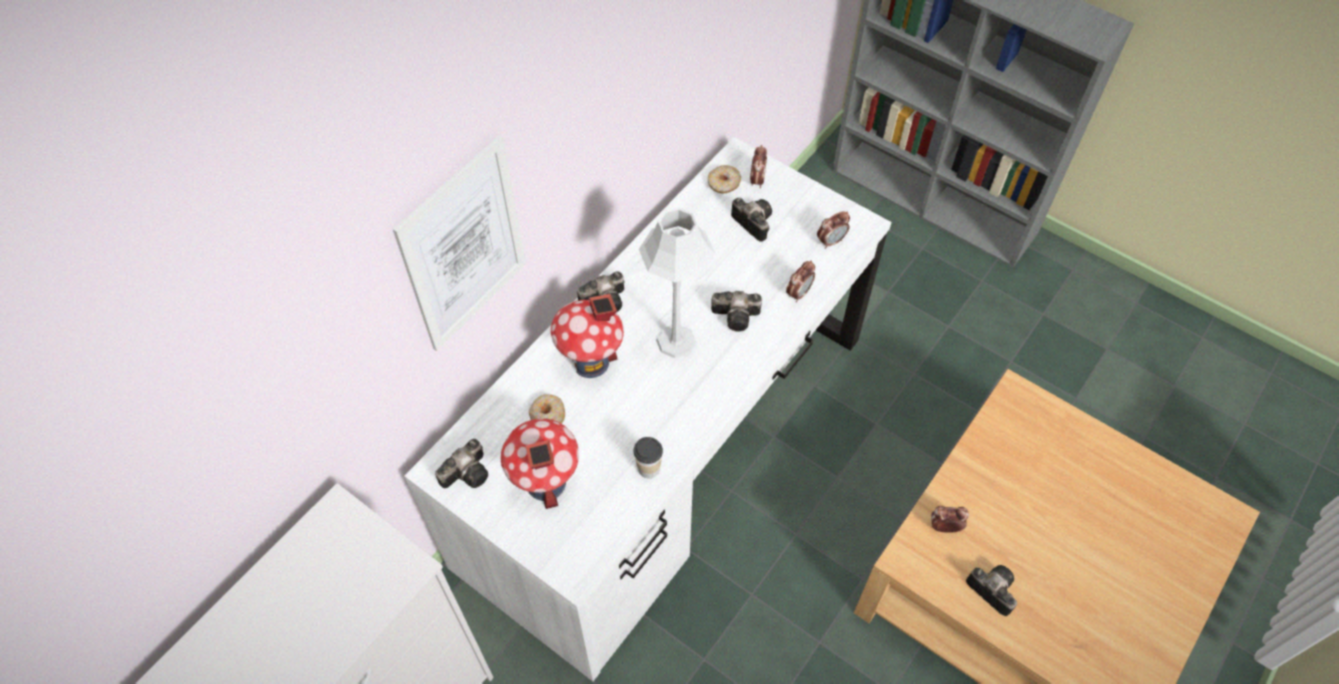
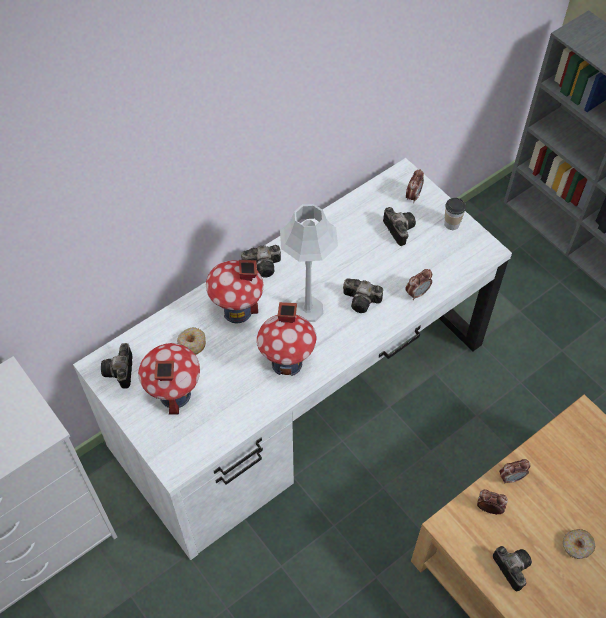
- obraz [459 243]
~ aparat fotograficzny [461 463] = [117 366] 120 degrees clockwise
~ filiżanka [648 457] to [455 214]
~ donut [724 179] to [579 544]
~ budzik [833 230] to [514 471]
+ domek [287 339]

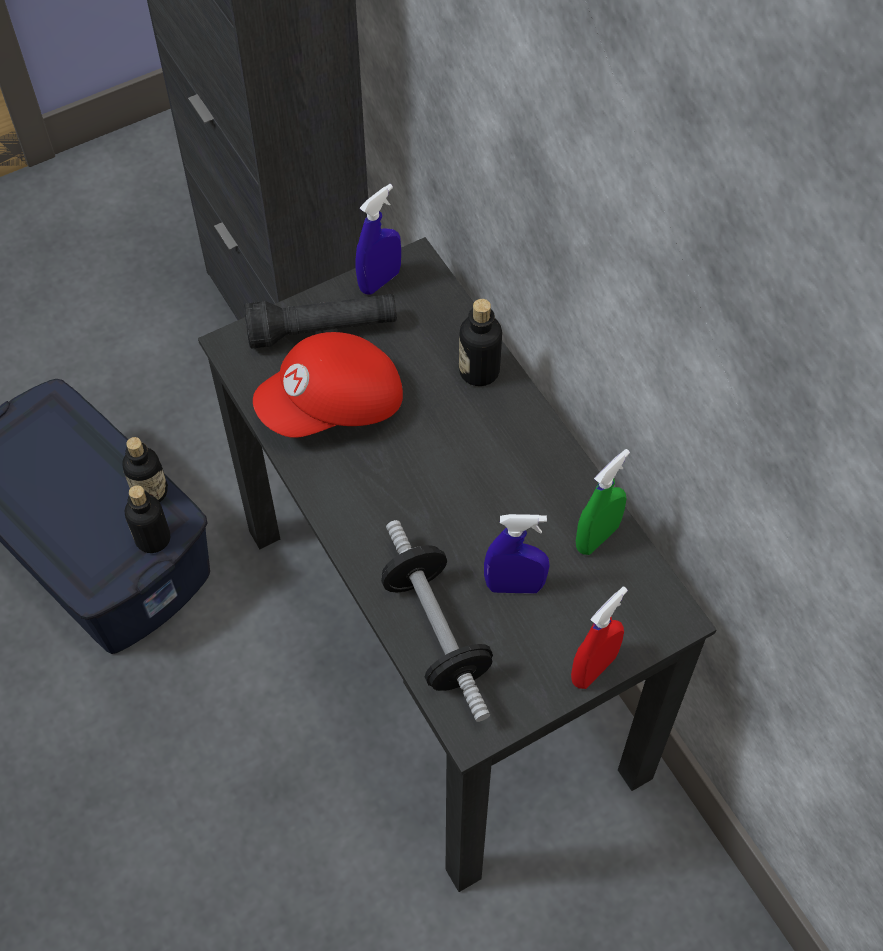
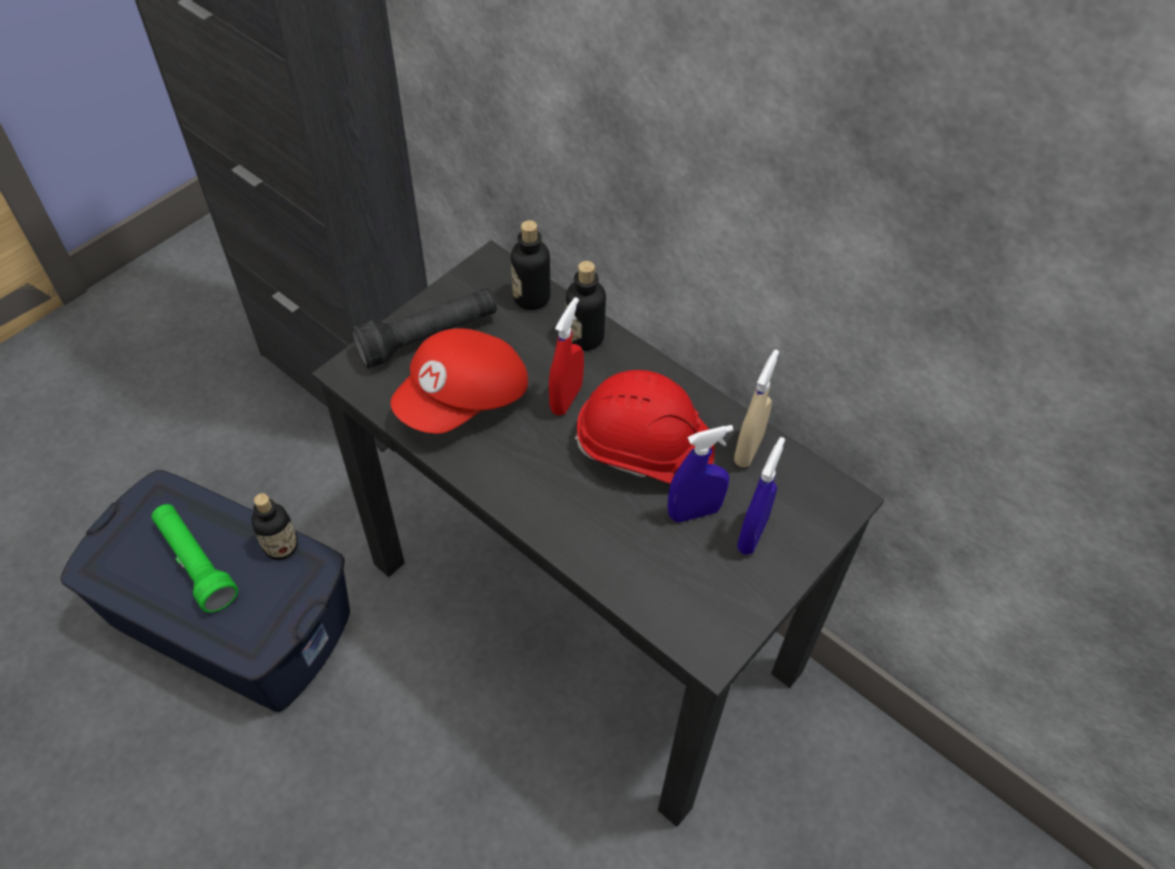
~ butelka [147 519] to [530 265]
~ spryskiwacz [niebieski] [378 239] to [761 496]
- hantel [437 621]
~ spryskiwacz [czerwony] [599 638] to [566 356]
~ spryskiwacz [zielony] [603 502] to spryskiwacz [beżowy] [756 408]
+ latarka [zielony] [194 558]
+ kask [czerwony] [645 427]

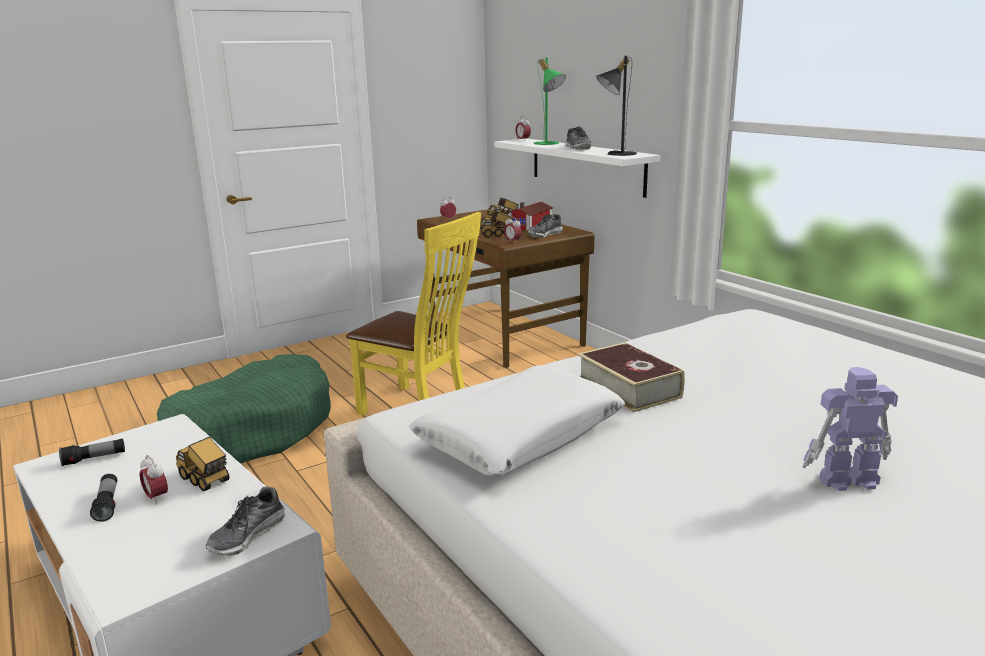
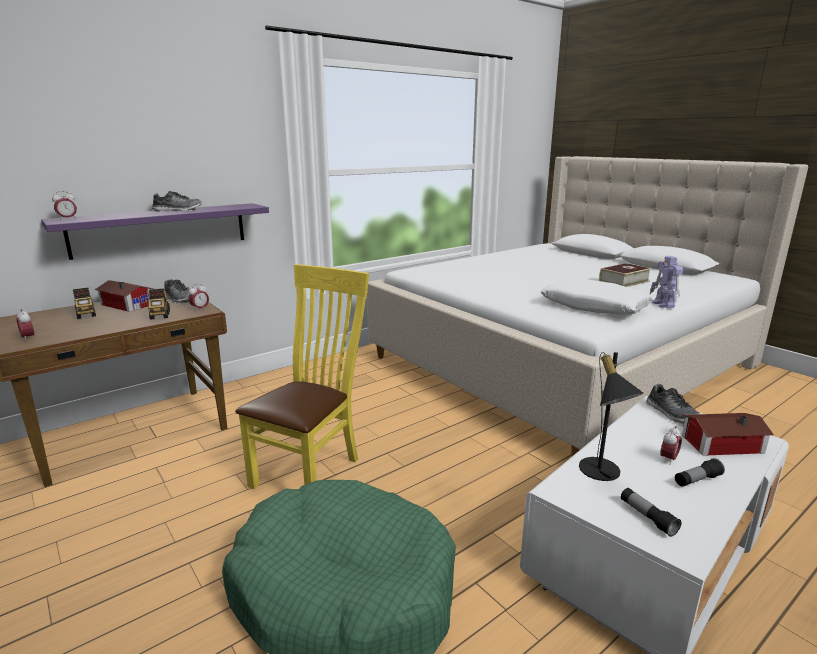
- ciężarówka zabawkowa [202 464]
~ but [245 521] = [673 404] 45 degrees clockwise
~ półka [biały] [577 168] to półka [fioletowy] [155 231]
- lampa stołowa [zielony] [550 101]
~ książka [631 377] to [625 275]
~ lampa stołowa [czarny] [616 106] to [611 416]
~ robot zabawkowy [850 429] to [666 282]
+ domek [728 434]

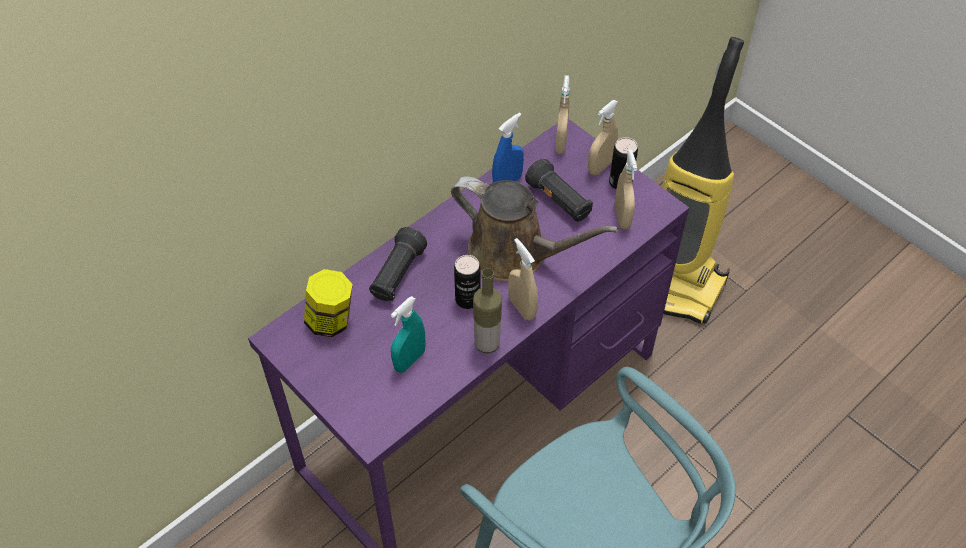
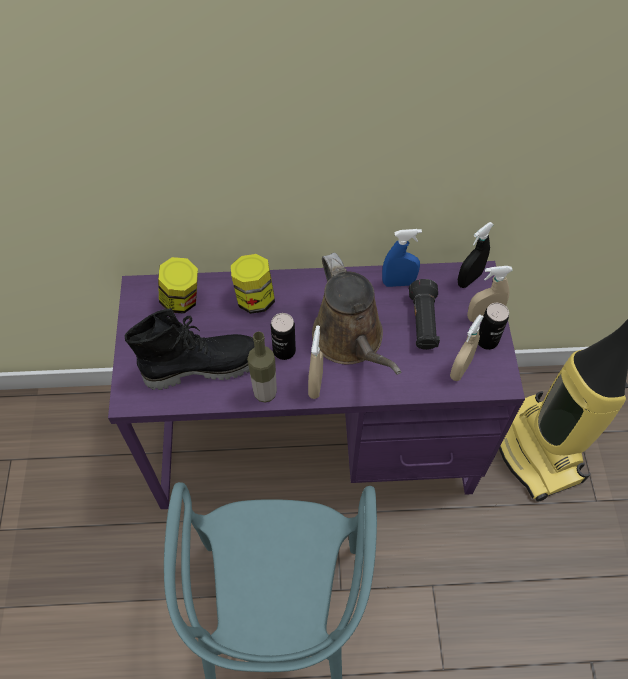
~ latarka [czarny] [398 264] to słoik [253 284]
~ spryskiwacz [turkusowy] [408 334] to but z cholewką [czarny] [189 349]
~ spryskiwacz [beżowy] [562 114] to spryskiwacz [czarny] [476 255]

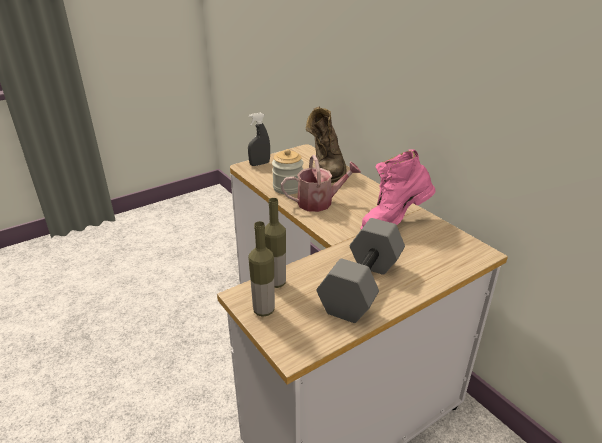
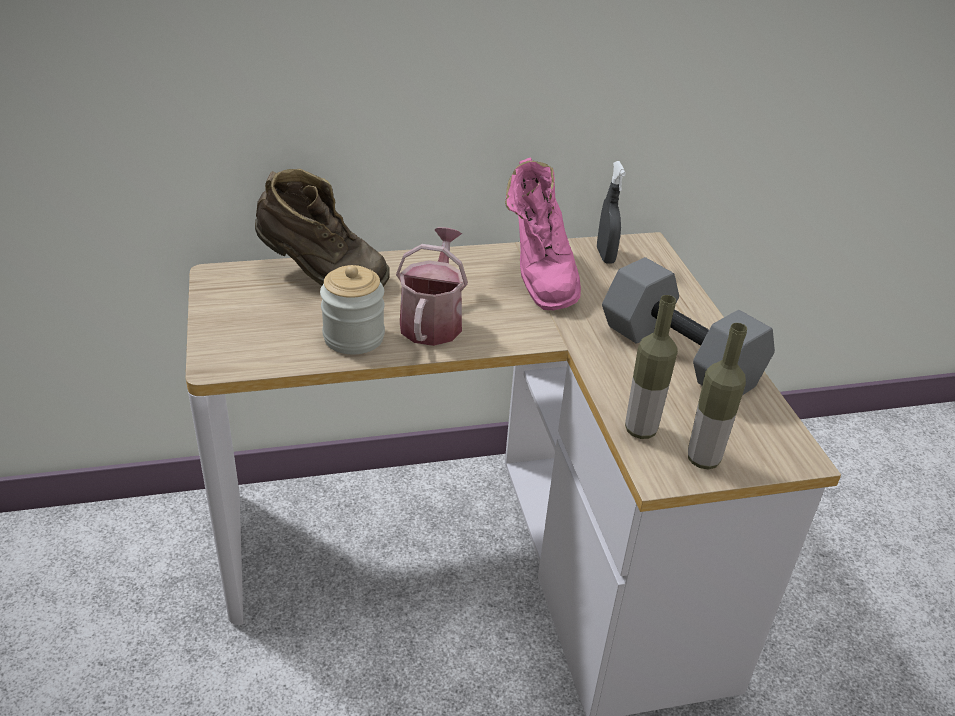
~ spryskiwacz [szary] [259 139] to [611 212]

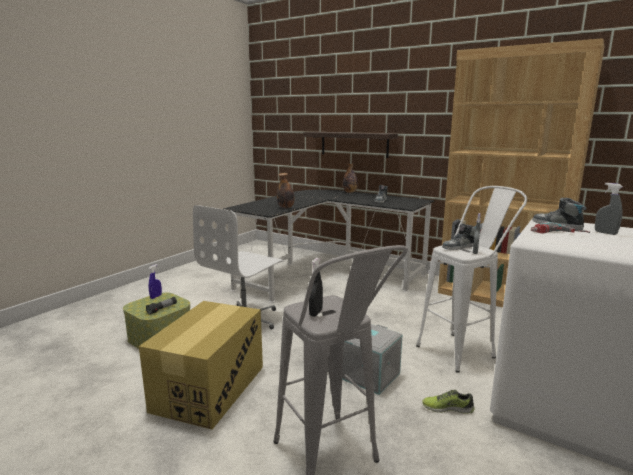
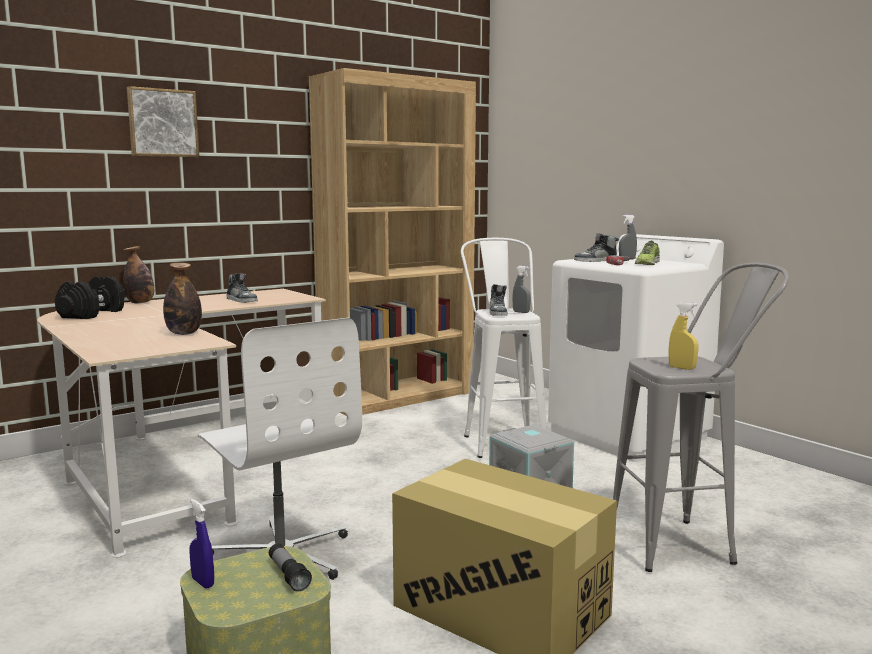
~ biurko [czarny] [329 246] to biurko [beżowy] [182 423]
- półka [350 145]
~ spryskiwacz [czarny] [316 287] to spryskiwacz [żółty] [683 336]
~ but [448 402] to [647 252]
+ hantel [czarny] [89 297]
+ obraz [163 121]

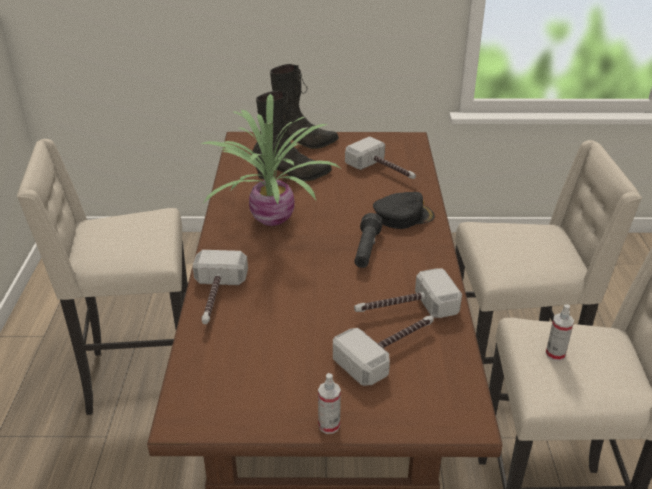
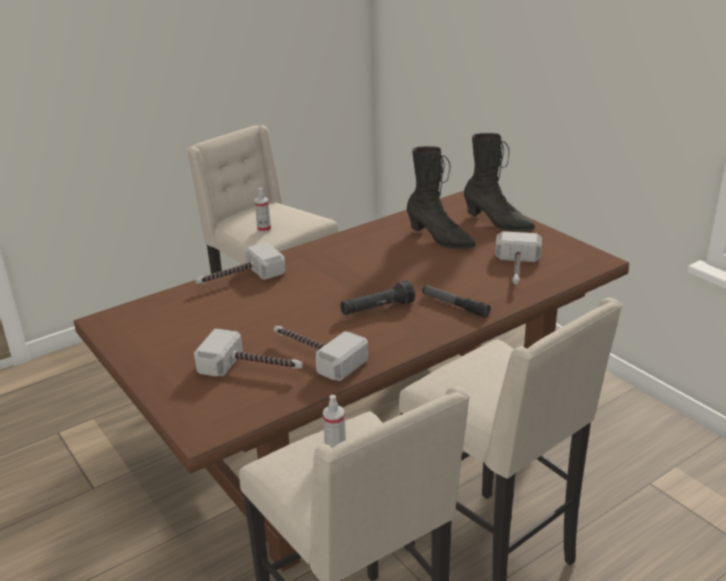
- roślina doniczkowa [270 160]
~ spryskiwacz [329 403] to [263 210]
~ czapka z daszkiem [czarny] [404 210] to latarka [456 301]

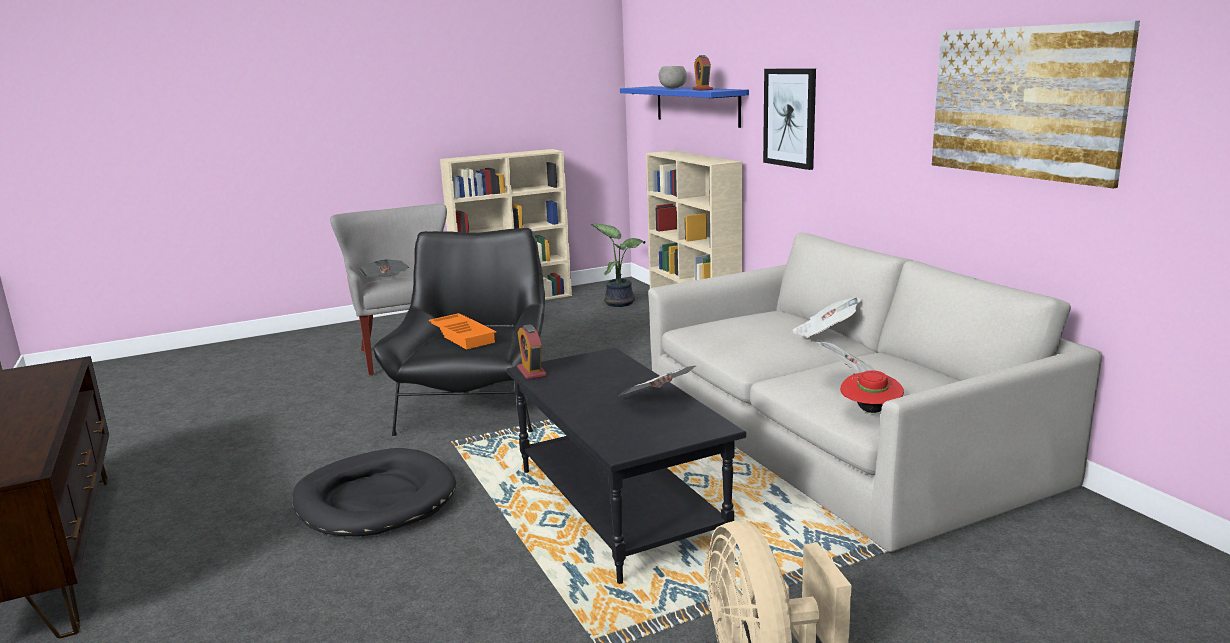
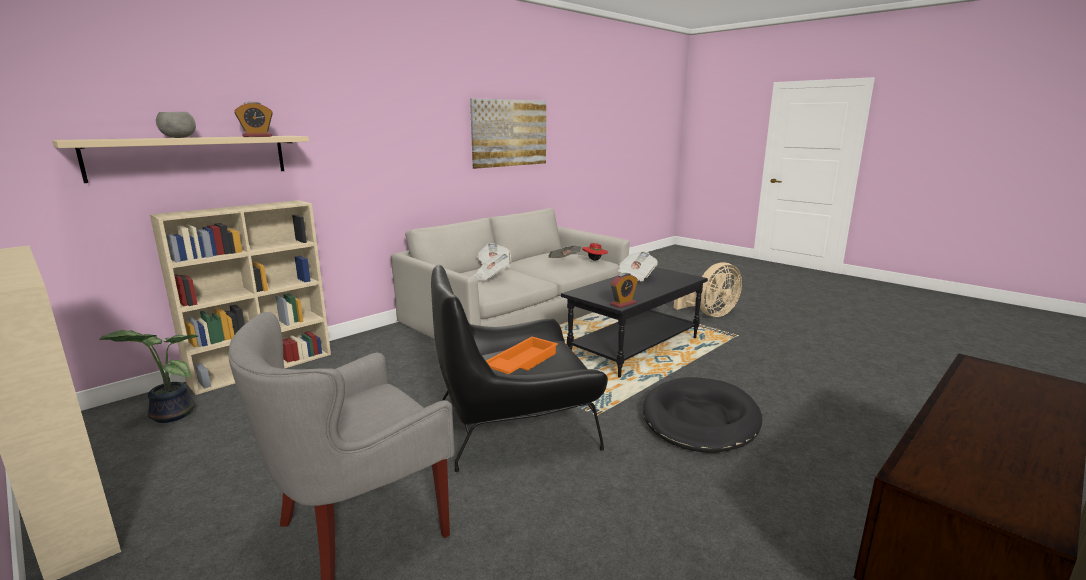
~ gazeta [383 268] to [490 267]
~ półka [niebieski] [684 107] to półka [beżowy] [180 159]
- obraz [789 119]

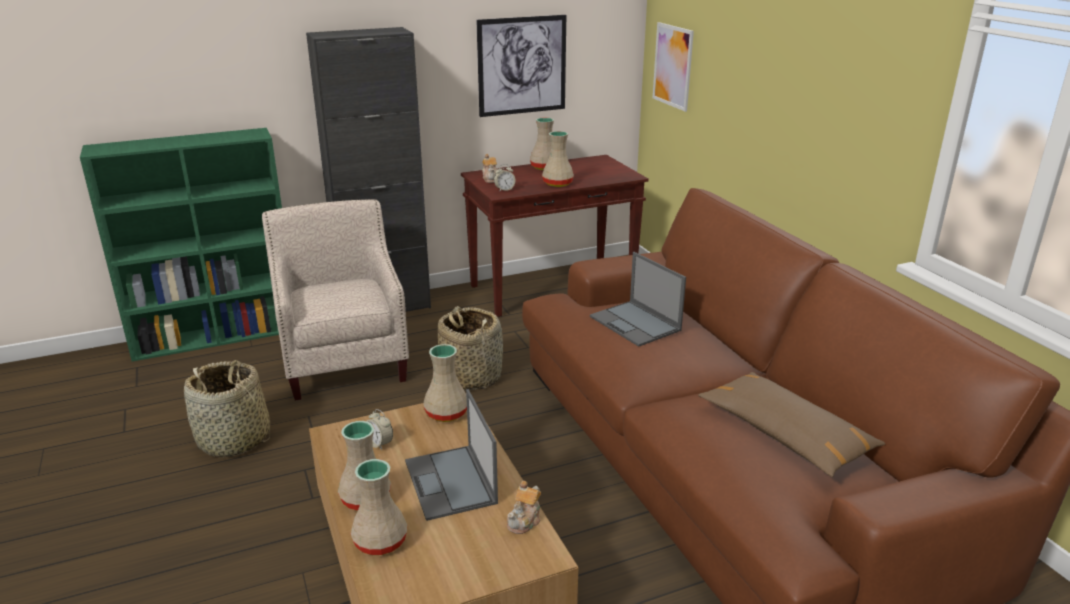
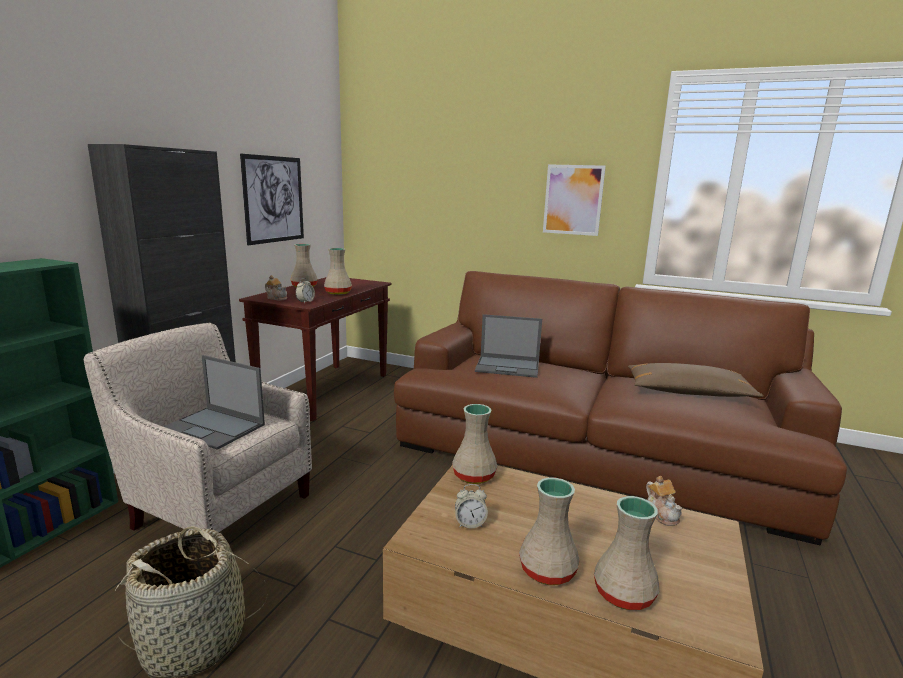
~ laptop [451 455] to [214 402]
- koszyk [470 348]
~ obraz [673 67] to [574 200]

